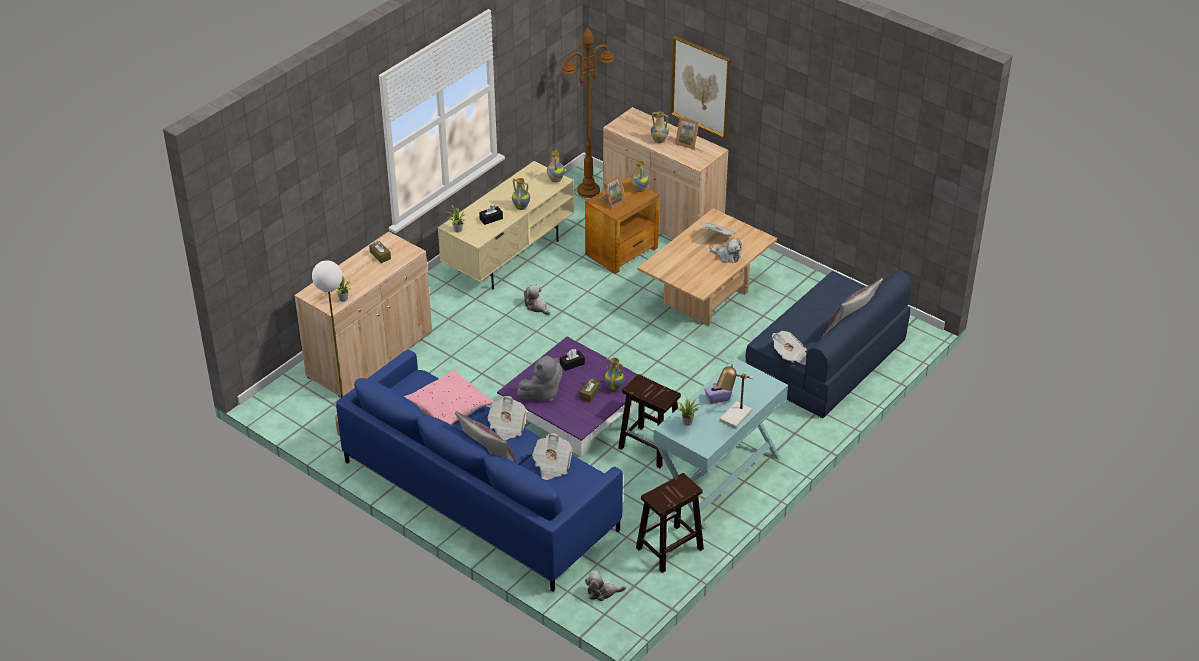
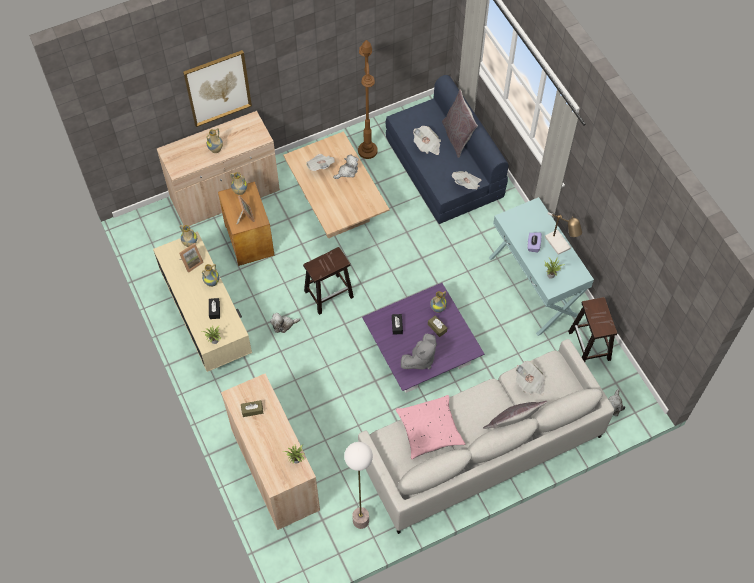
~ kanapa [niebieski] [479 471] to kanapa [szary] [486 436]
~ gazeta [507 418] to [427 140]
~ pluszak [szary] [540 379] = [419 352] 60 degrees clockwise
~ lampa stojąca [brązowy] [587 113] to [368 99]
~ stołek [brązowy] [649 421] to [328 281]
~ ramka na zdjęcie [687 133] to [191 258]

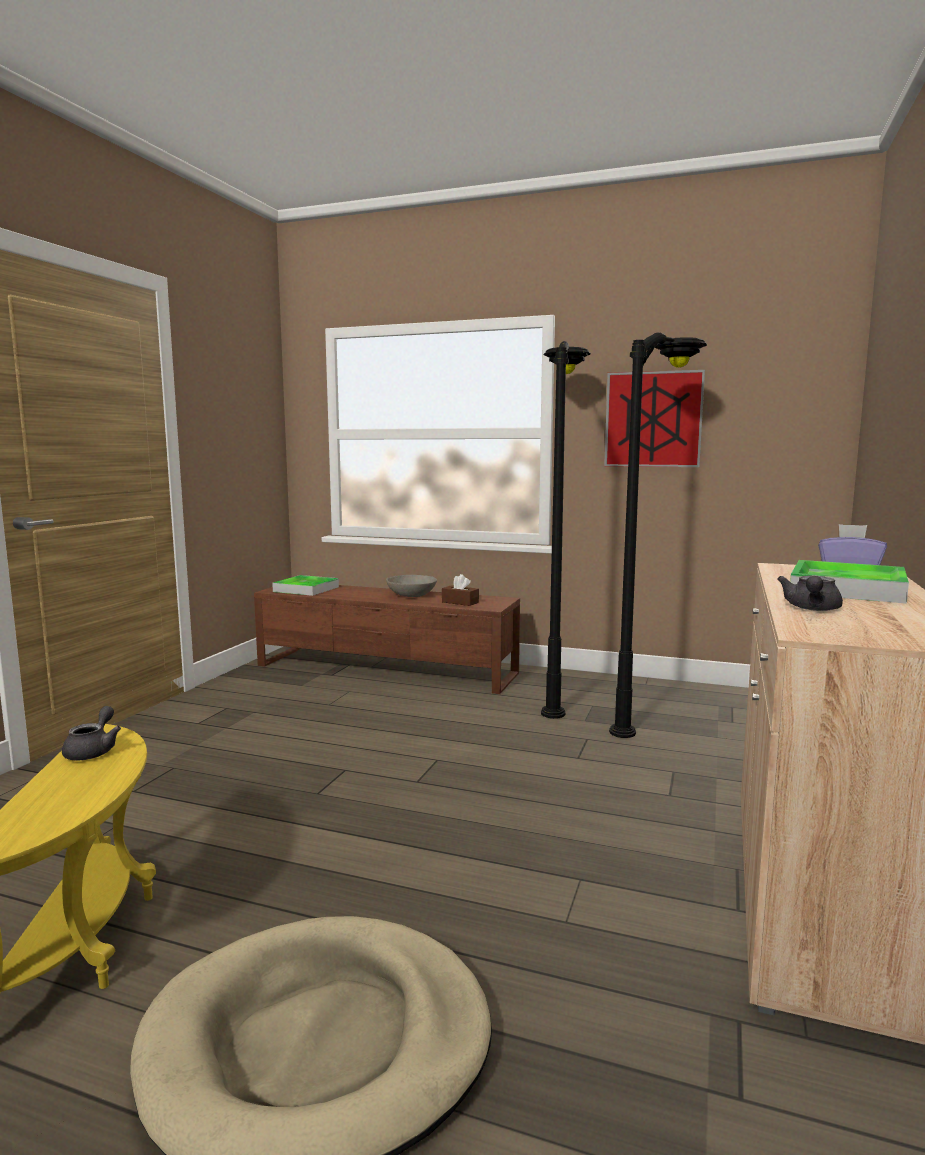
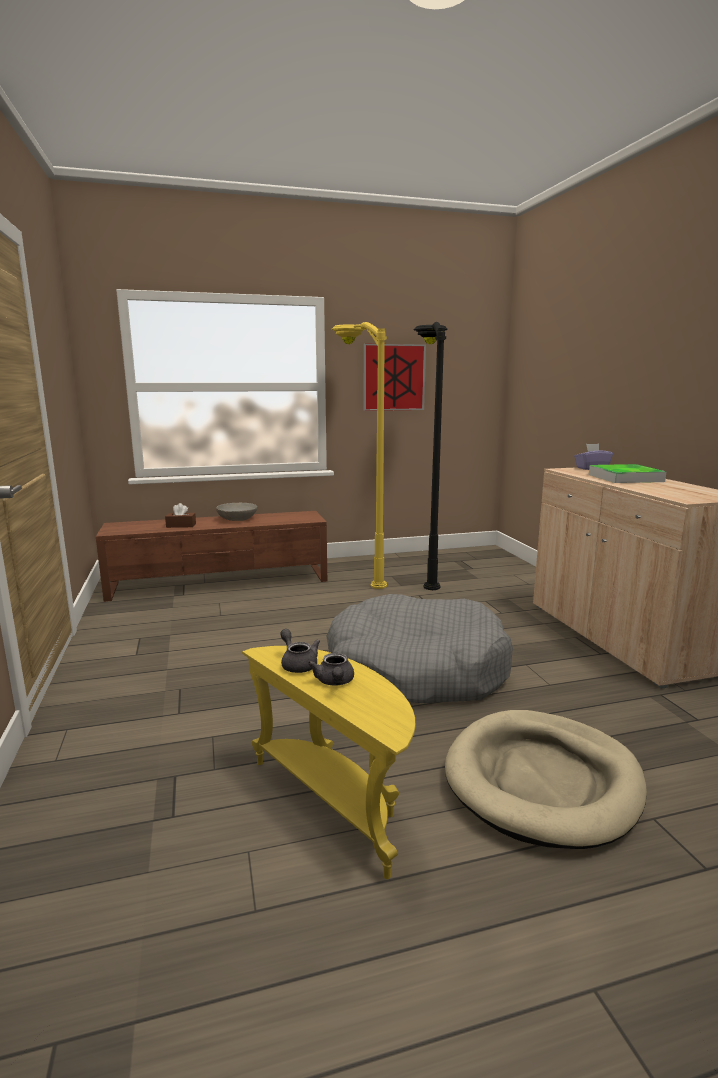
- taca [305 585]
~ pudełko chusteczek [brązowy] [460 590] to [180 515]
~ lampa stojąca [czarny] [566 530] to lampa stojąca [żółty] [359 455]
~ imbryk [szary] [810 593] to [331 669]
+ legowisko [szary] [419 649]

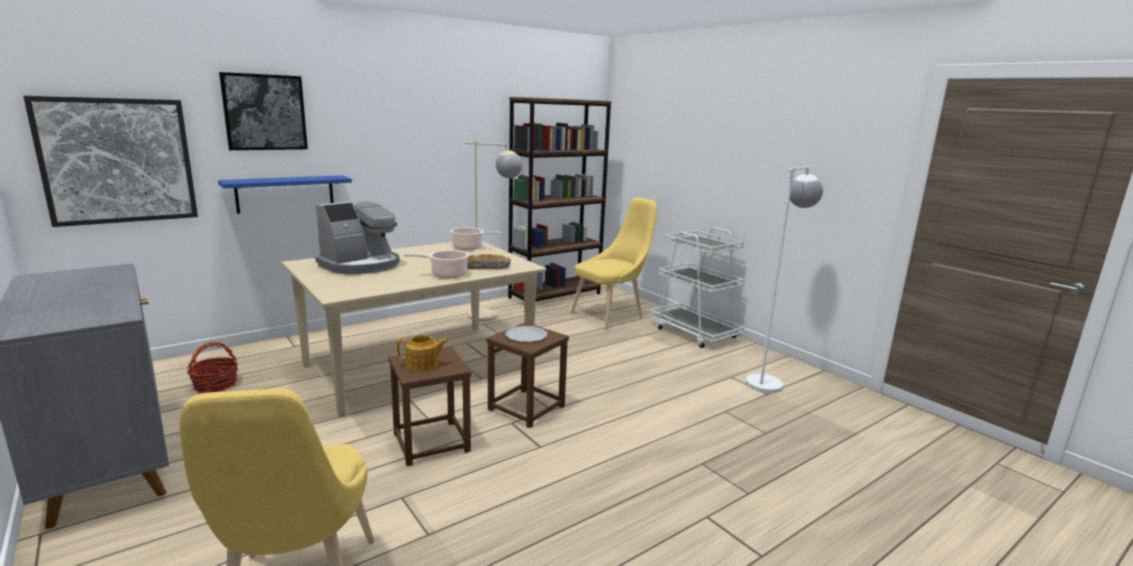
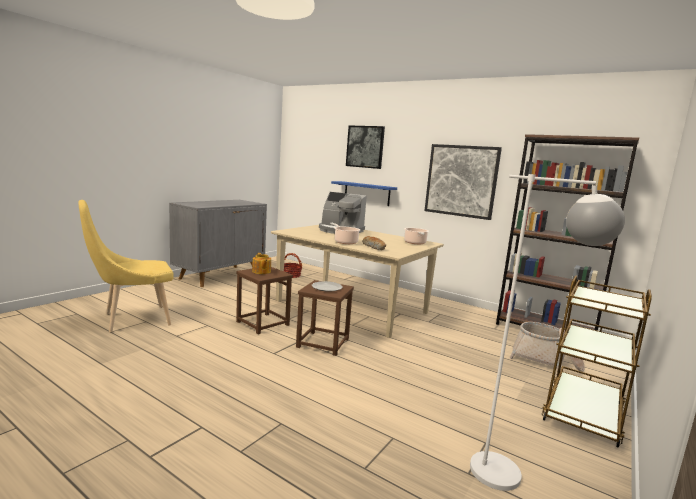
~ obraz [110 161] to [463 182]
- lampa stojąca [beżowy] [493 231]
~ krzesło [żółty] [614 263] to koszyk [547 347]
~ wózek [biały] [696 287] to wózek [brązowy] [597 362]

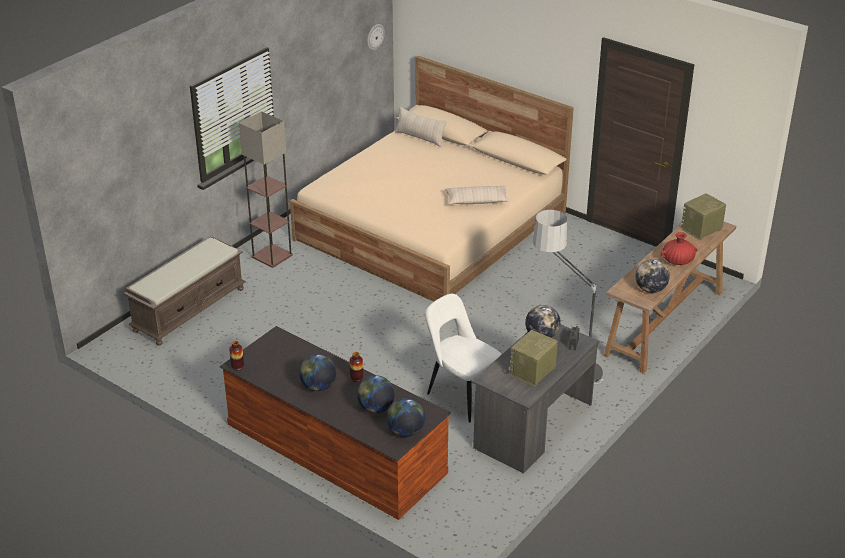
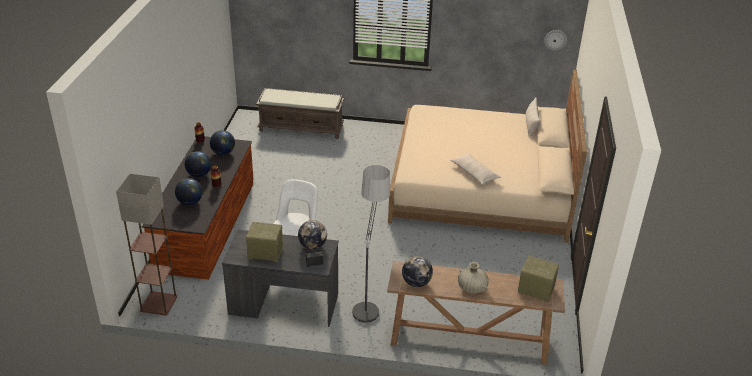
~ lampa stojąca [266 189] to [146 245]
~ globus [406 417] to [222 142]
~ wazon [czerwony] [679 248] to wazon [beżowy] [473 277]

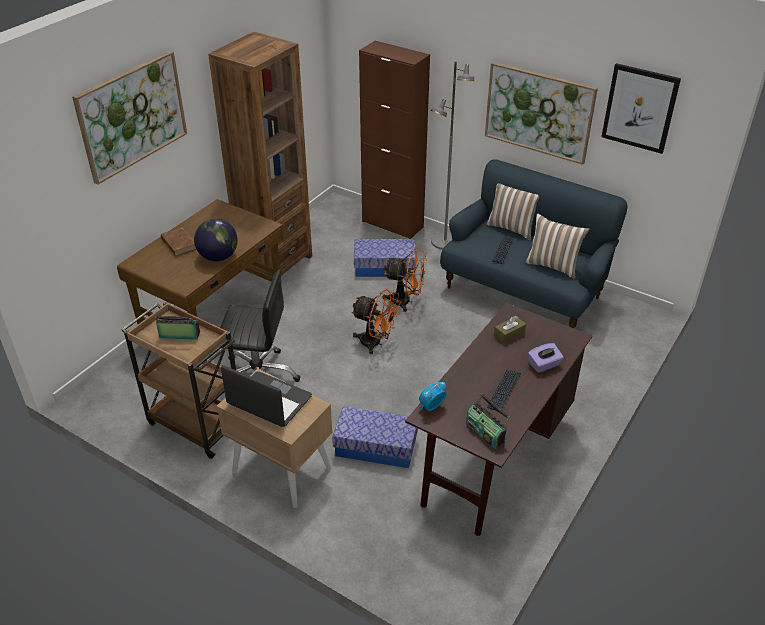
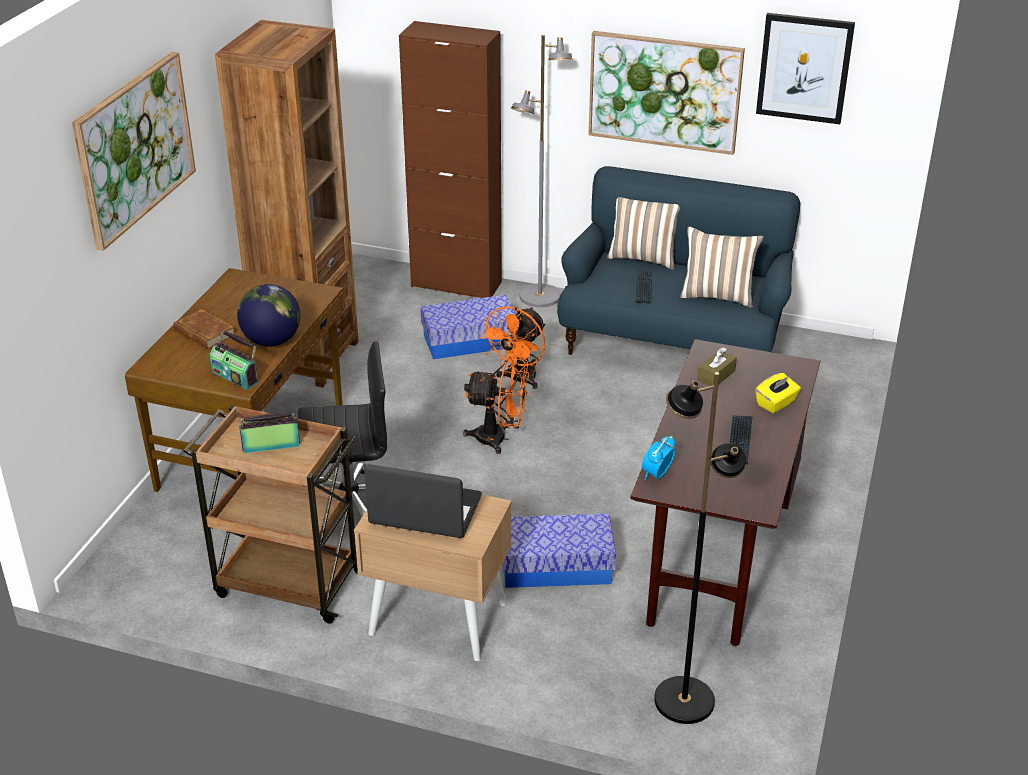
~ wentylator [pomarańczowy] [404 280] = [512 347] 120 degrees clockwise
~ radio [488 421] to [233 360]
~ pudełko chusteczek [fioletowy] [546 358] to pudełko chusteczek [żółty] [778 393]
+ lampa stojąca [czarny] [700 548]

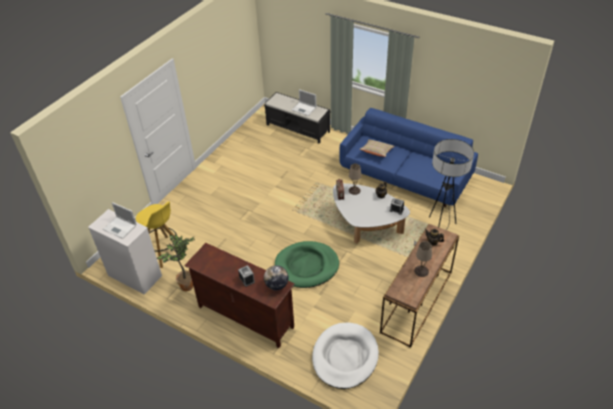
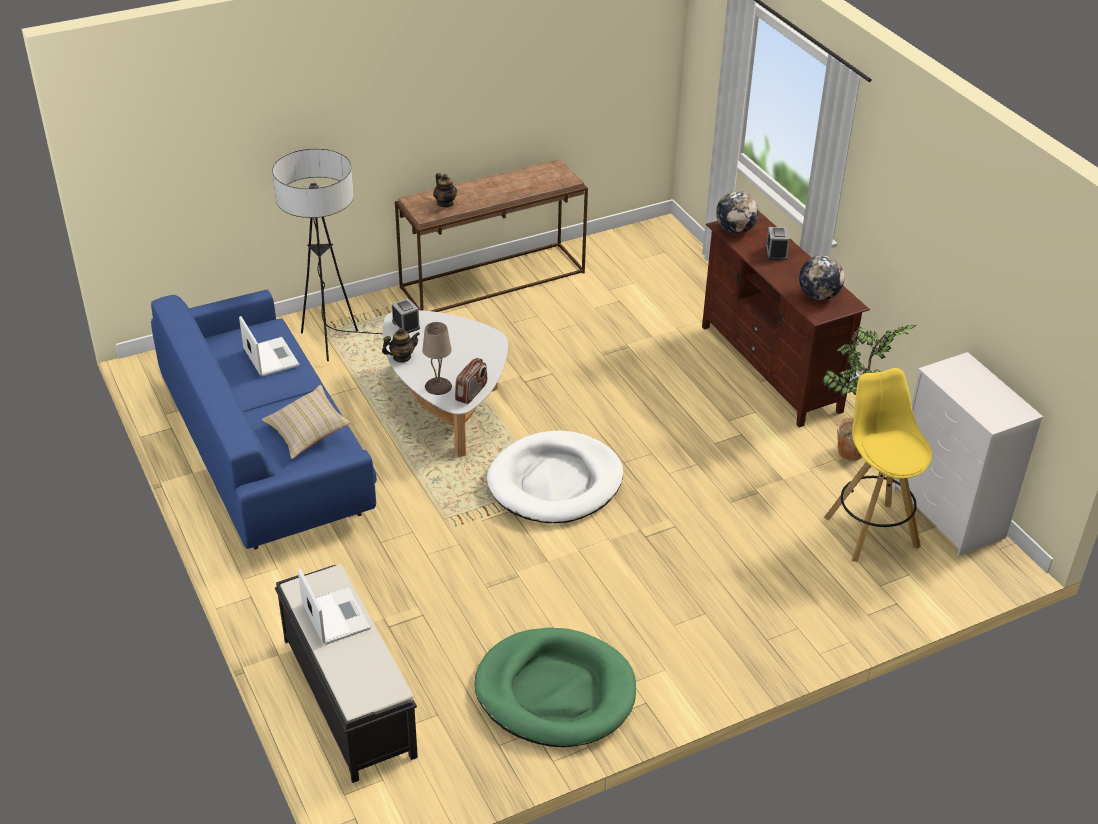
~ laptop [120 220] to [269 346]
~ legowisko [zielony] [307 264] to [555 687]
~ legowisko [biały] [345 356] to [555 477]
- lampa stołowa [beżowy] [423 259]
+ globus [822 277]

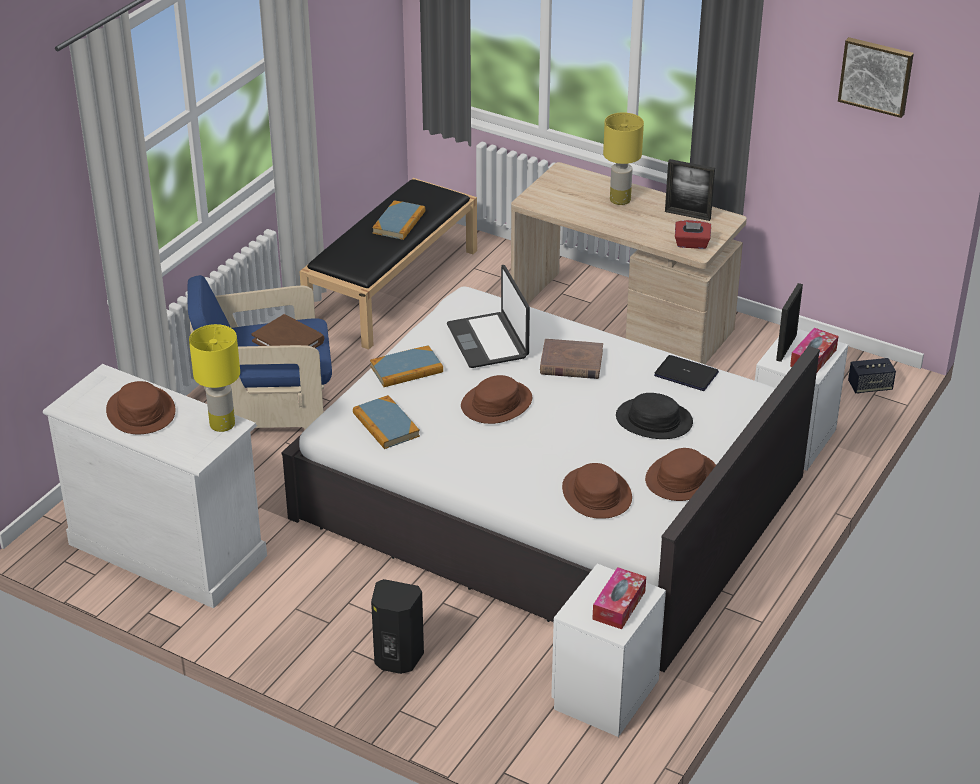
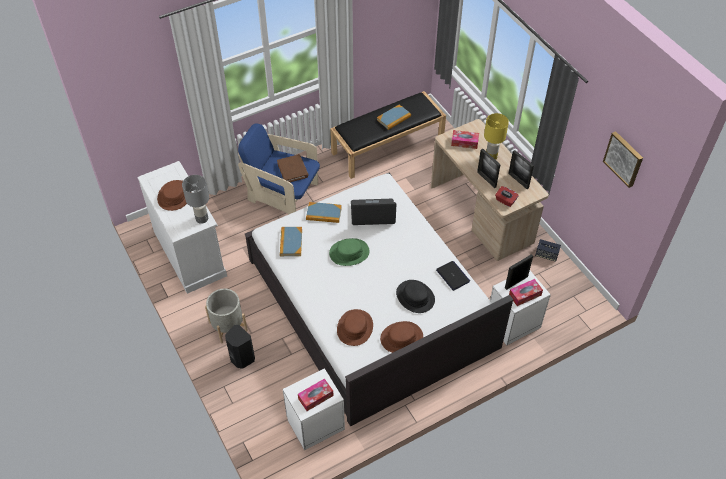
~ lampa stołowa [żółty] [214 378] to lampa stołowa [szary] [195 199]
~ laptop [488 316] = [374 212] 75 degrees clockwise
~ kapelusz [brązowy] [496 399] to kapelusz [zielony] [349 252]
- książka [brązowy] [571 359]
~ głośnik [872 376] to [548 250]
+ donica [szary] [226 316]
+ pudełko chusteczek [465 139]
+ ramka na zdjęcie [489 168]

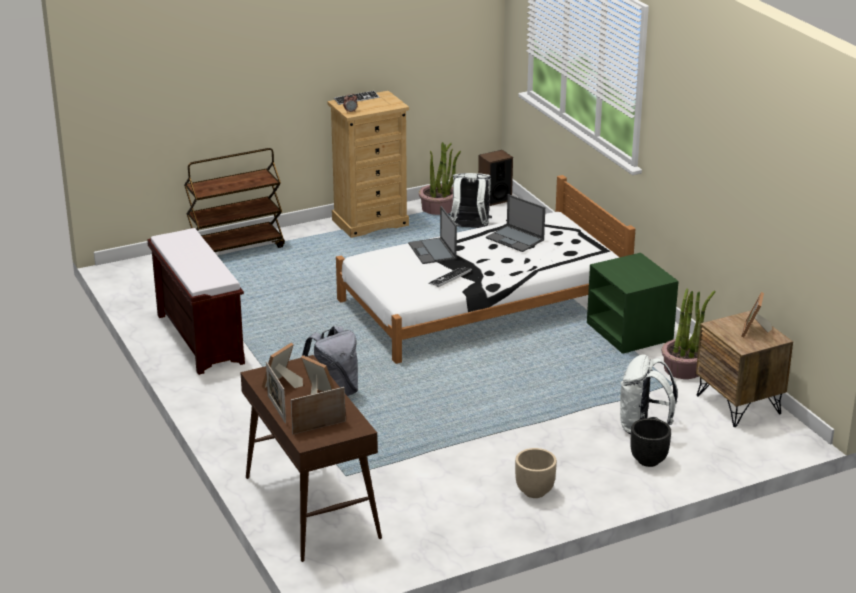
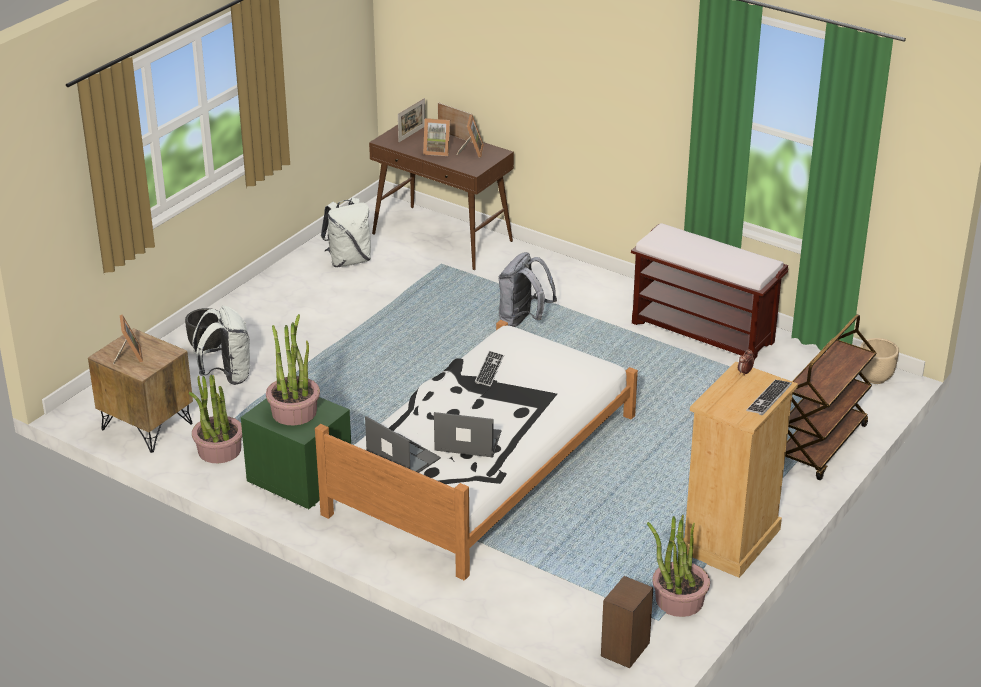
~ laptop [432 235] to [403 444]
~ plecak [biały] [470 200] to [345 232]
~ donica [beżowy] [536 473] to [879 361]
+ roślina doniczkowa [293 369]

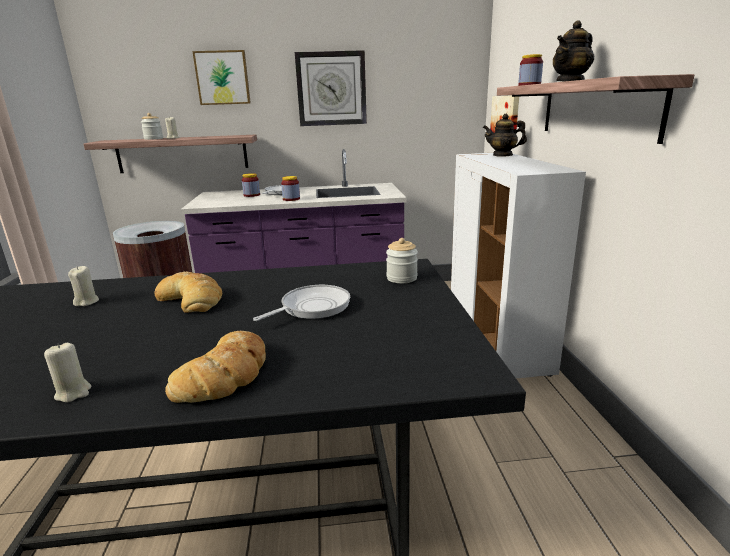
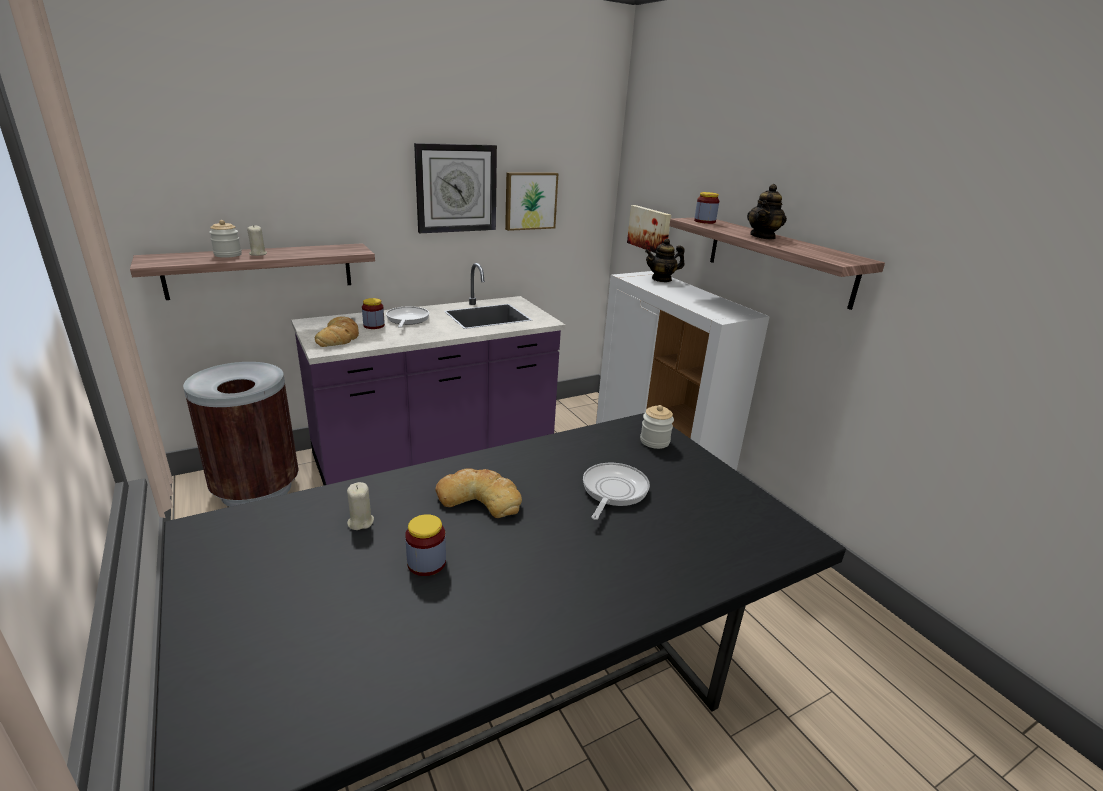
- świeca [beżowy] [67 372]
~ chleb [215 367] to [337 331]
~ obraz [221 77] to [531 201]
~ słoik [290 188] to [425 545]

